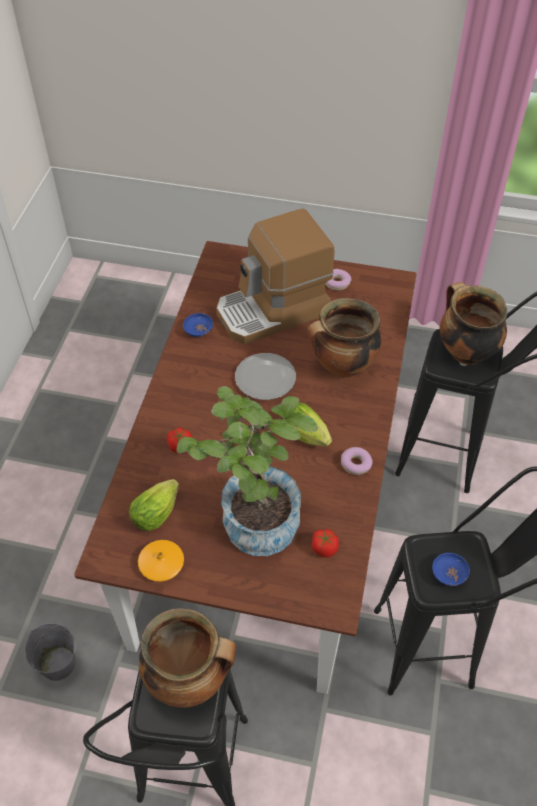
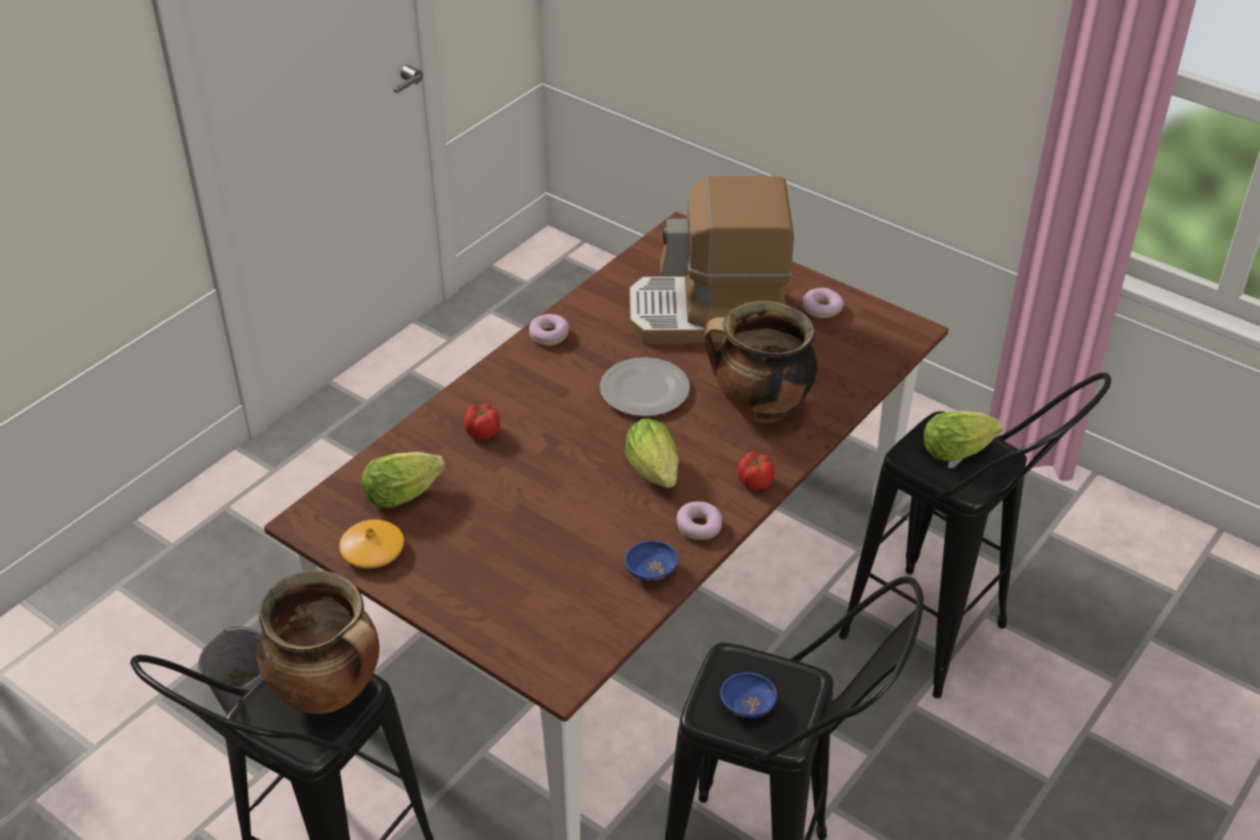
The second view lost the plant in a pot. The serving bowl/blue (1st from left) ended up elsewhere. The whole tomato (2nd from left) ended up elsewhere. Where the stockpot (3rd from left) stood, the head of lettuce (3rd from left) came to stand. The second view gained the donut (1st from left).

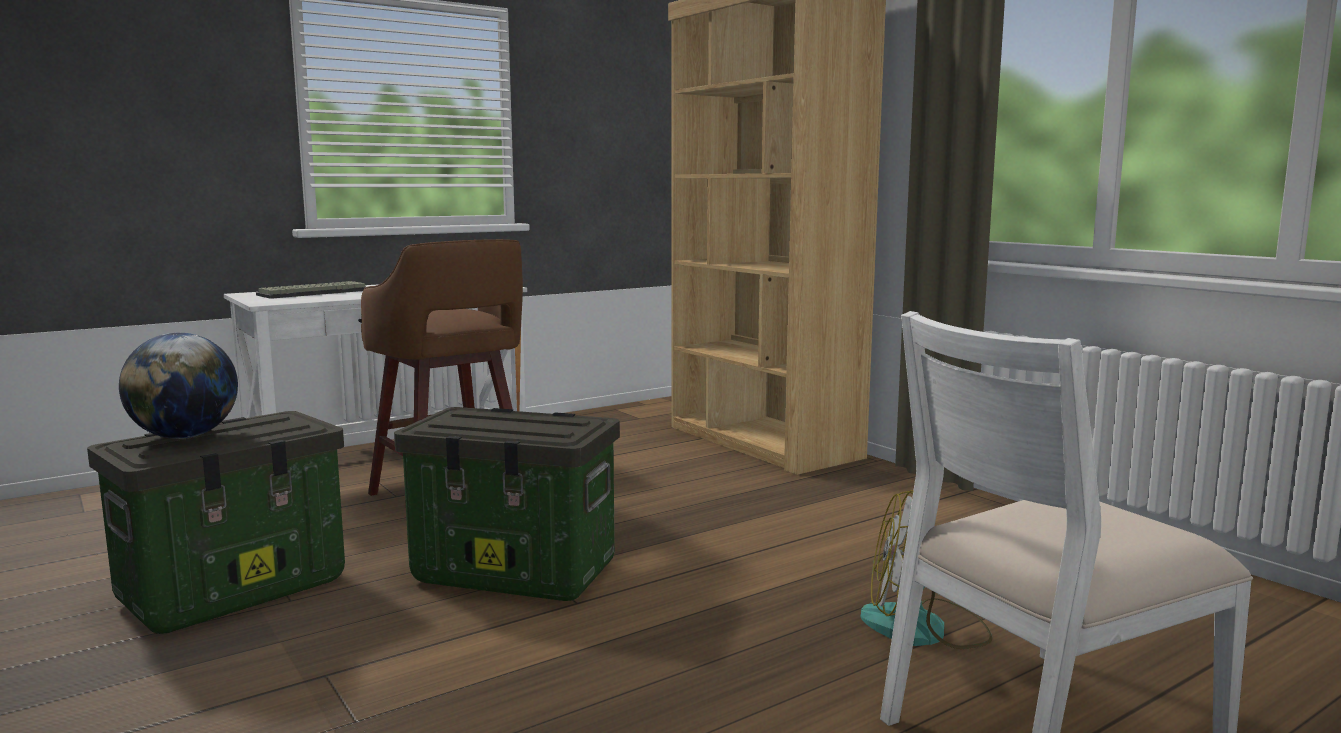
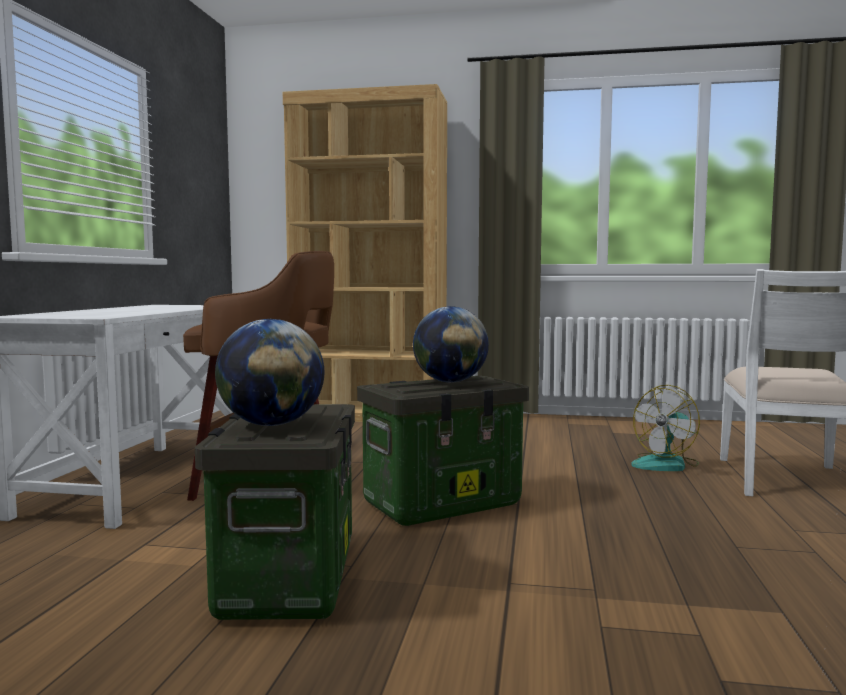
The second view lost the keyboard. The second view gained the world globe (2nd from left).

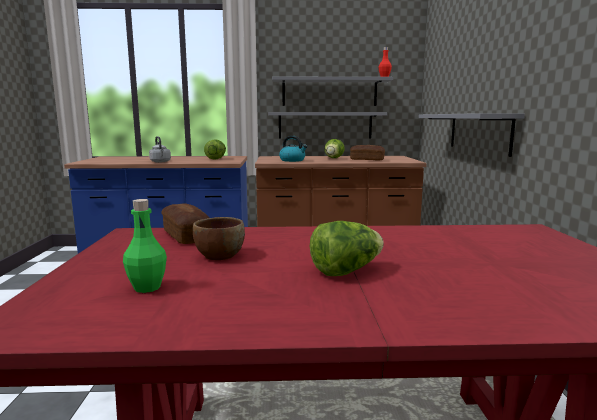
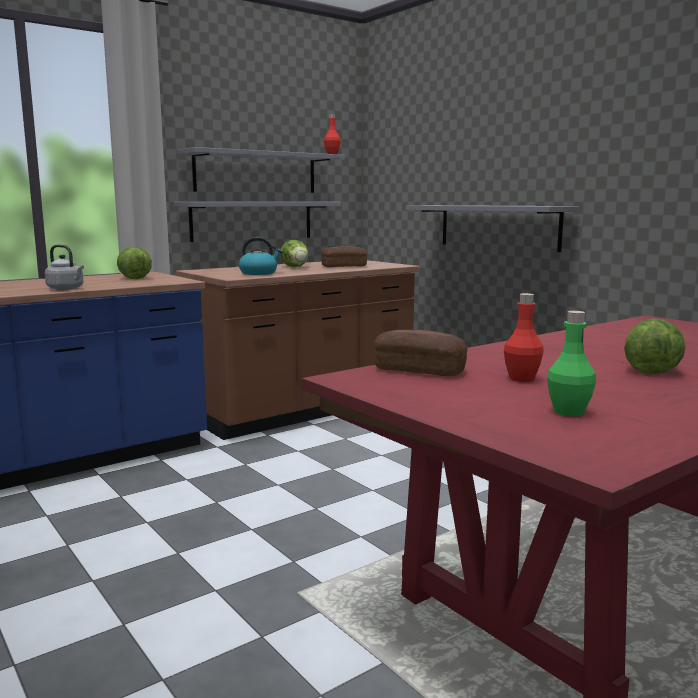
Where the serving bowl/brown-coloured stood, the beverage bottle/red (2nd from left) came to stand.

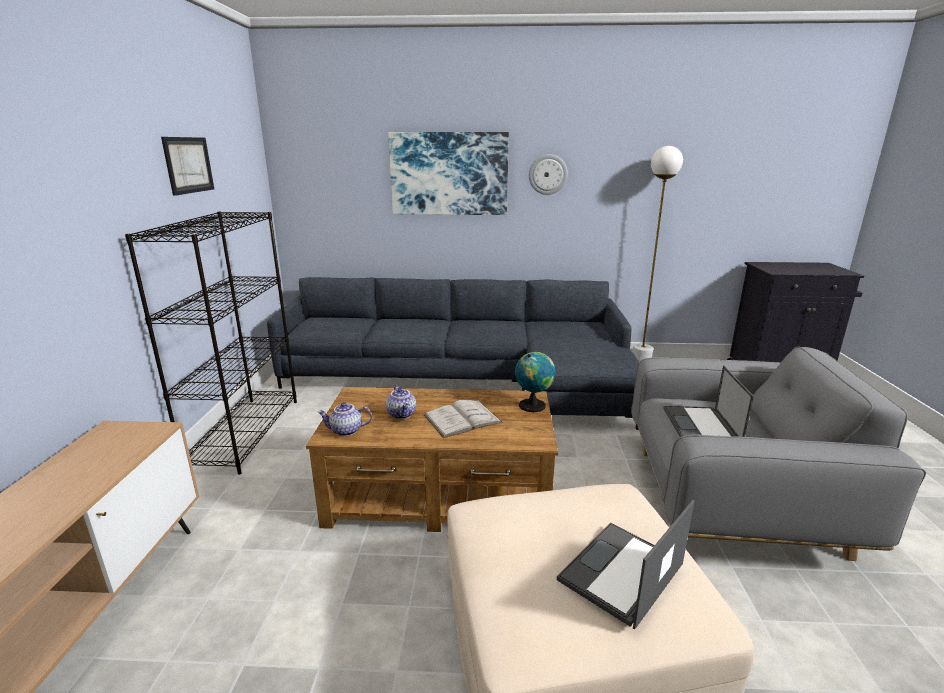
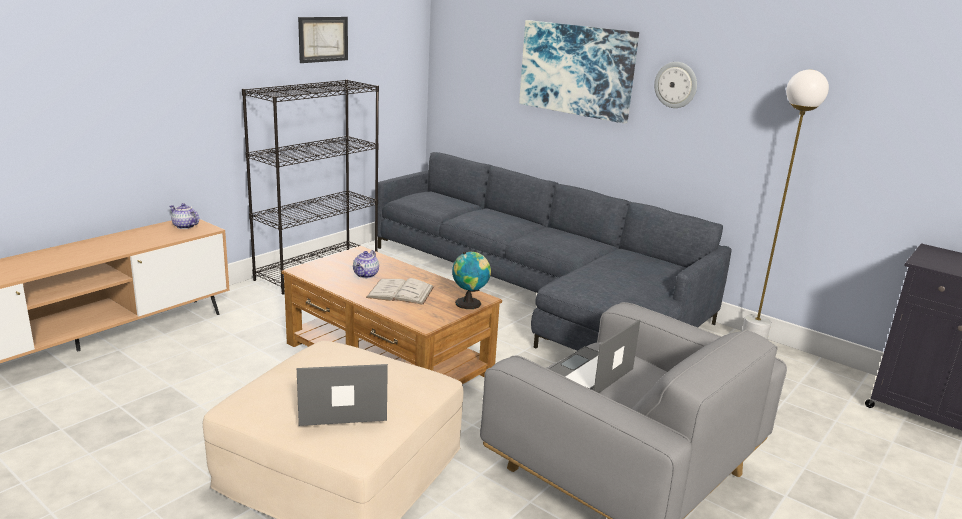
The teapot (1st from left) ended up elsewhere.

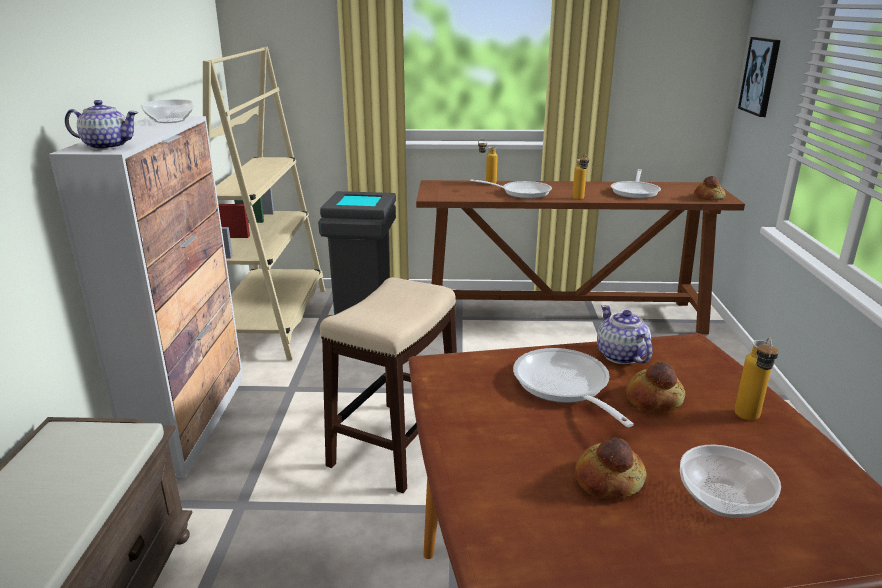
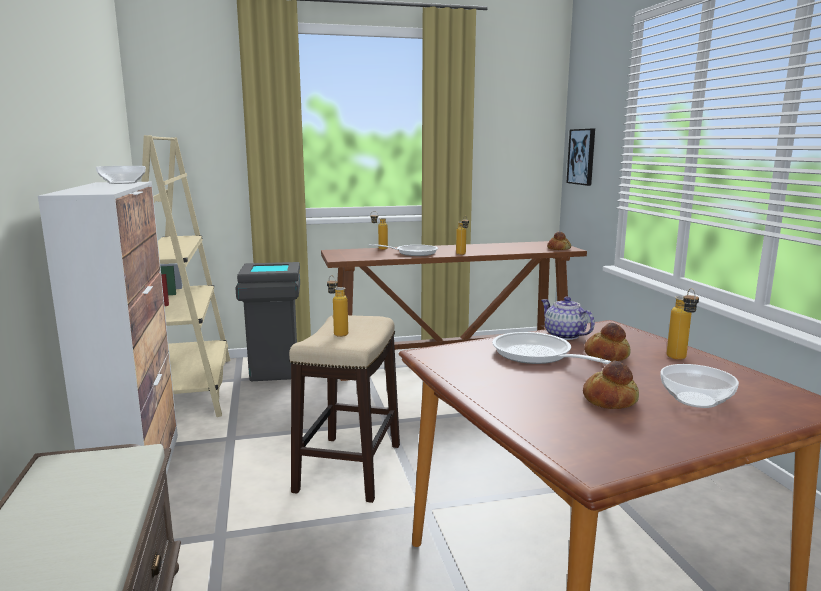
The second view lost the teapot (1st from left). The second view lost the skillet (3rd from left). The second view gained the beverage bottle (1st from left).

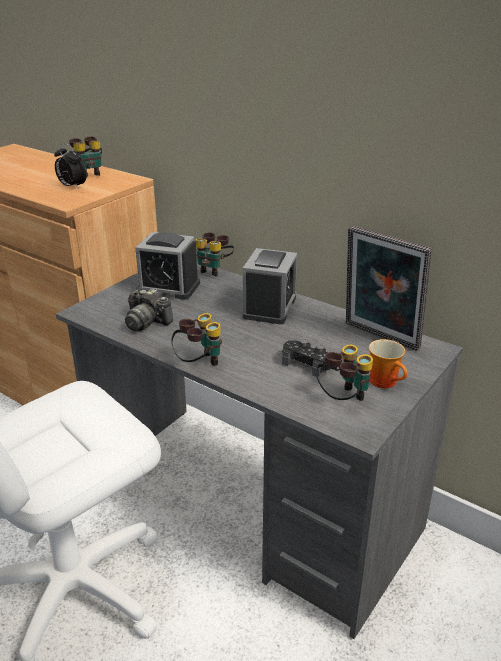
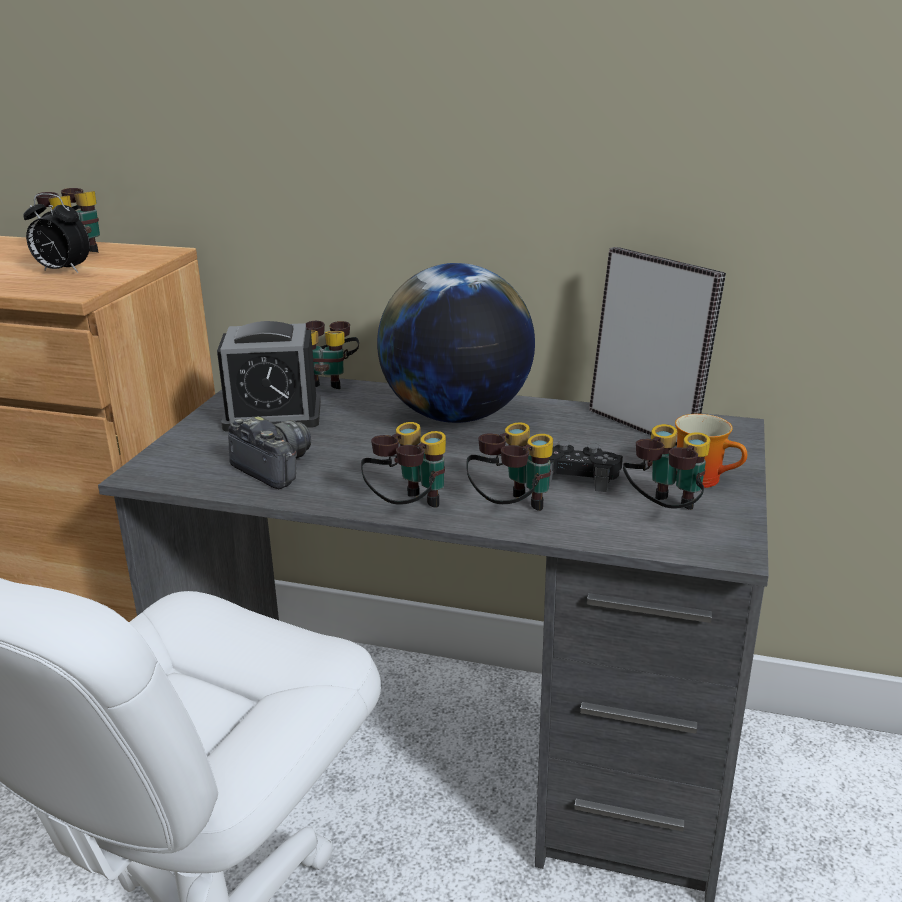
The still camera ended up facing another way, 150 degrees counterclockwise from before. Where the table clock (3rd from left) stood, the world globe came to stand. The photo frame ended up facing another way, 150 degrees counterclockwise from before. The second view gained the pair of binoculars (4th from left).

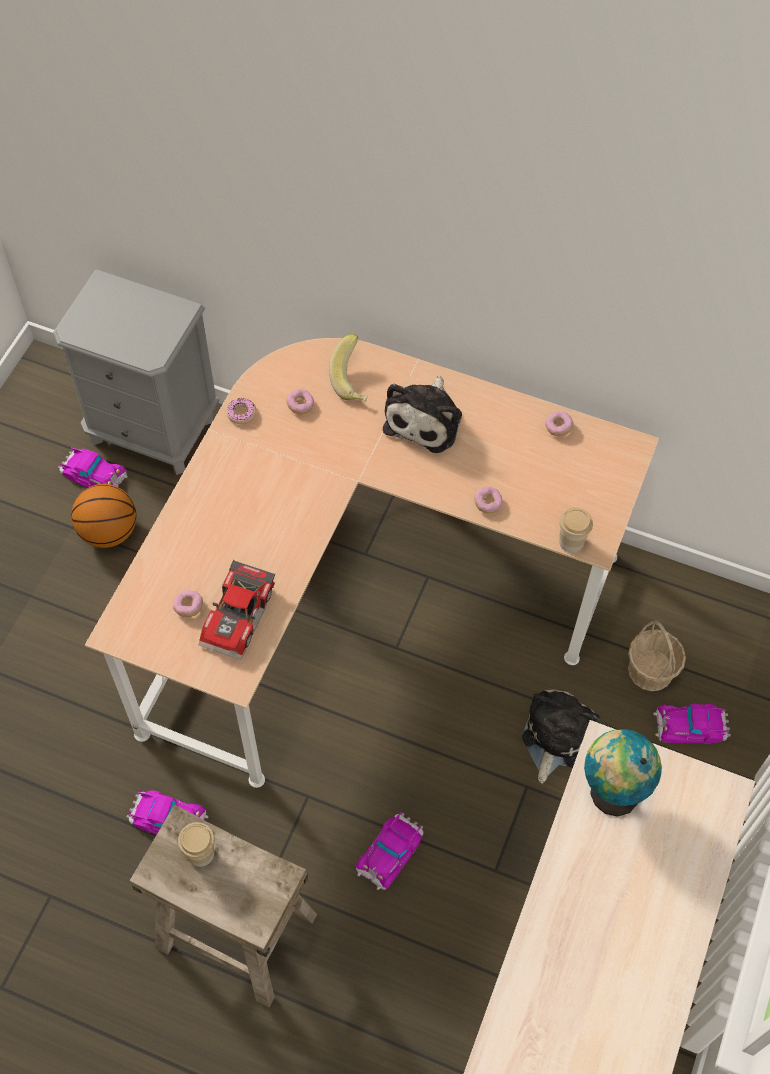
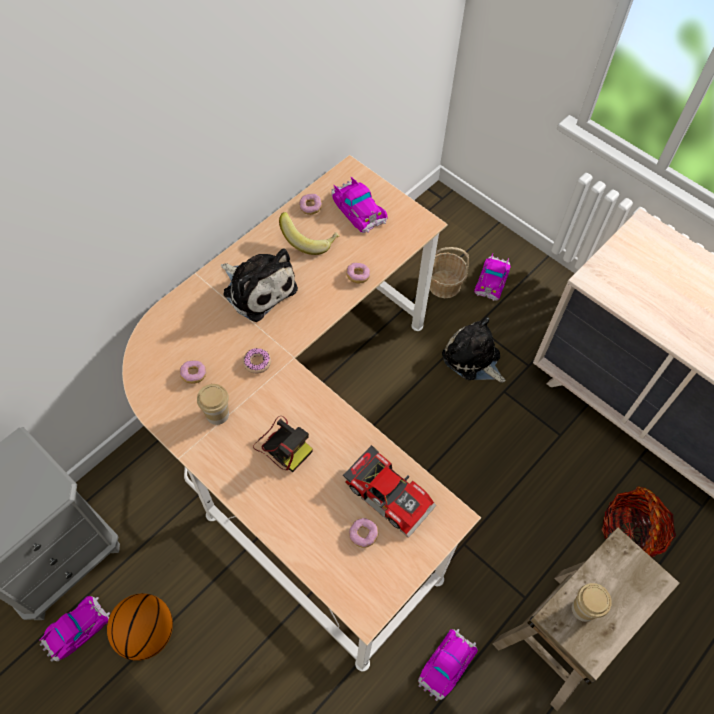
The donut (2nd from left) ended up elsewhere. The banana fruit ended up elsewhere. The model car (4th from left in the first image) ended up elsewhere. The drinking cup (2nd from left in the first image) ended up elsewhere. The second view lost the world globe. The second view gained the still camera. The second view gained the storage basket (2nd from left).

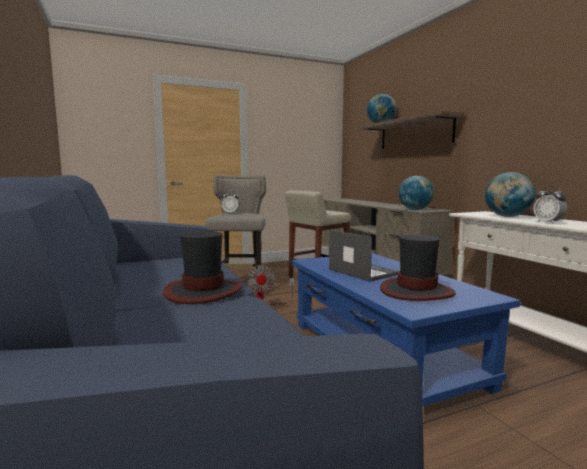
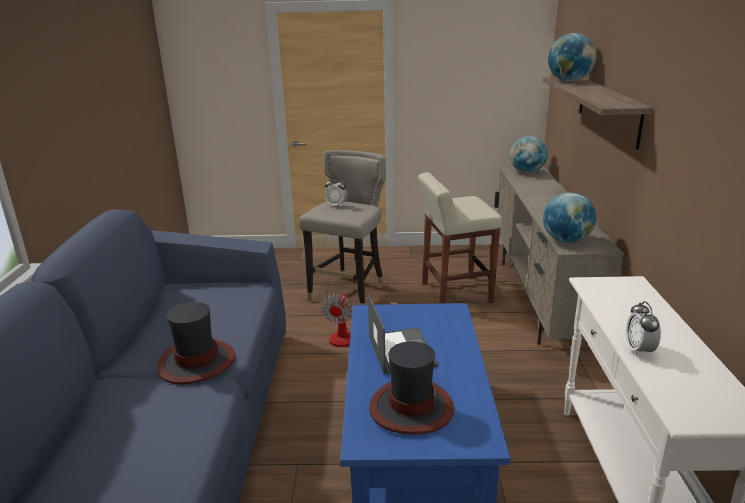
The world globe (3rd from left in the first image) ended up elsewhere.

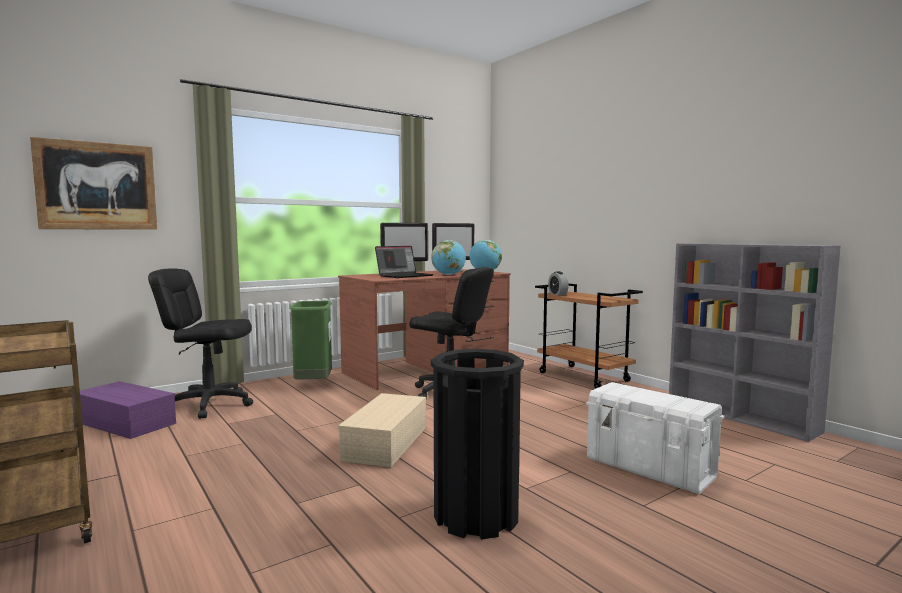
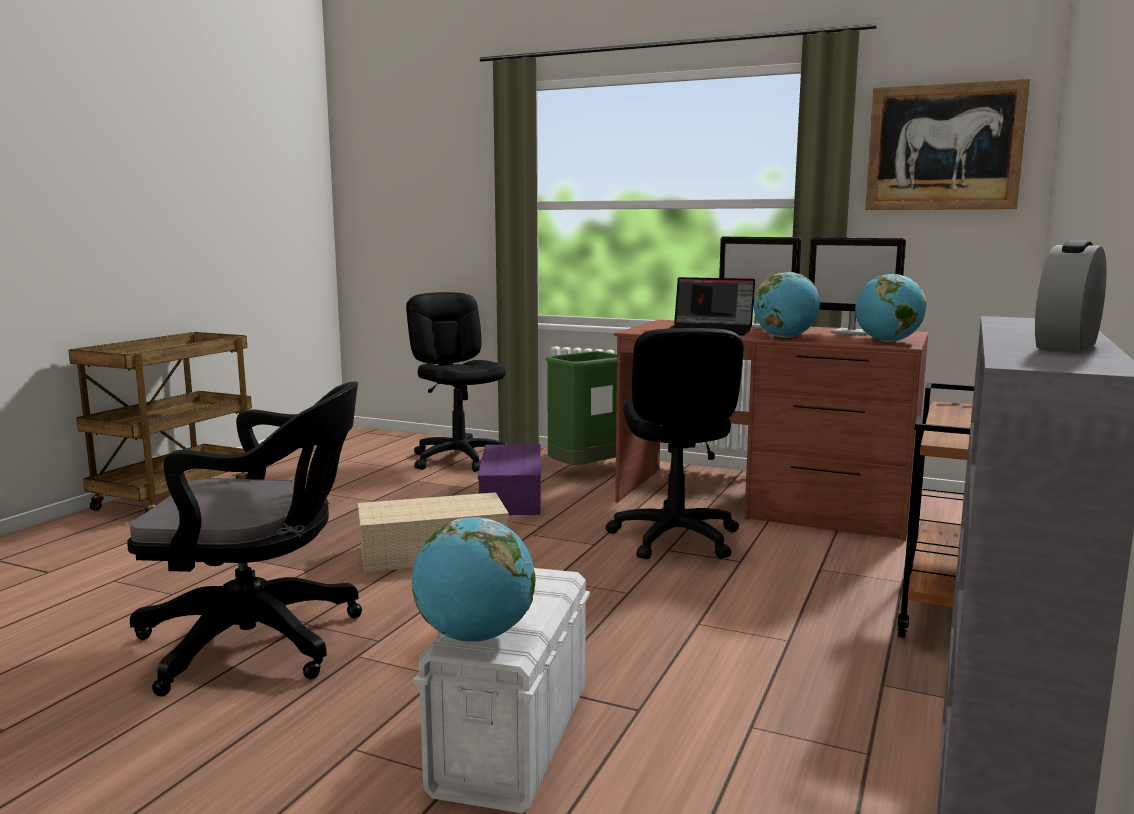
The wall picture ended up elsewhere. The storage box/purple ended up elsewhere. Where the waste bin/black-coloured stood, the computer chair/black-coloured (1st from left) came to stand. The table clock ended up elsewhere. The second view gained the world globe (1st from left).

